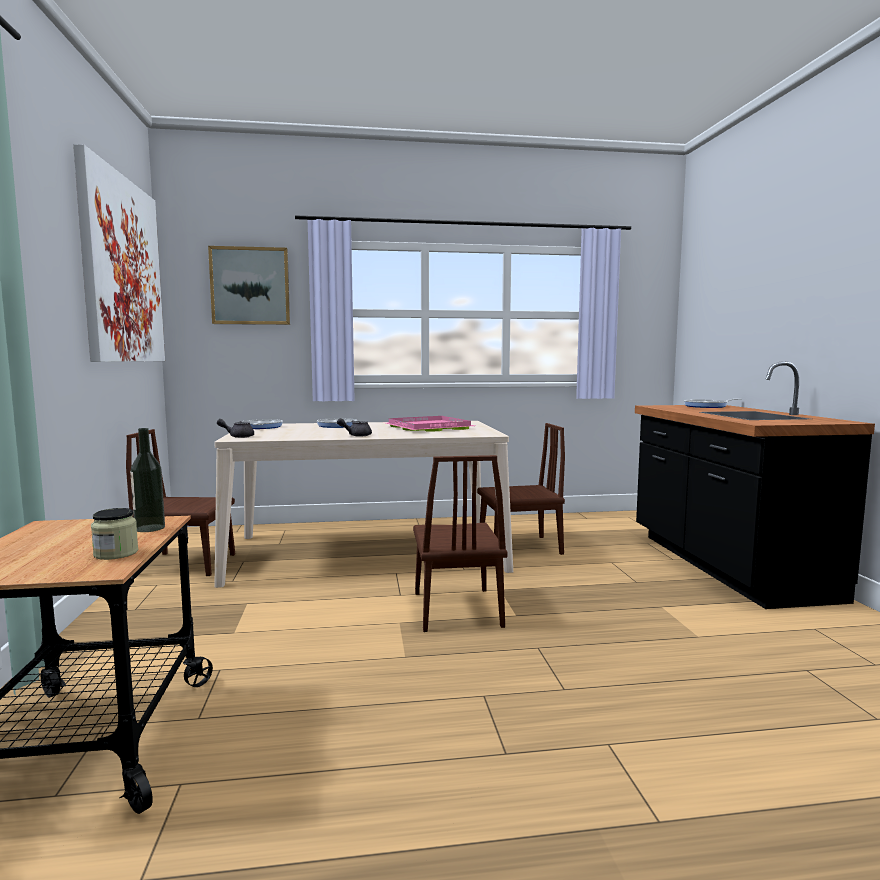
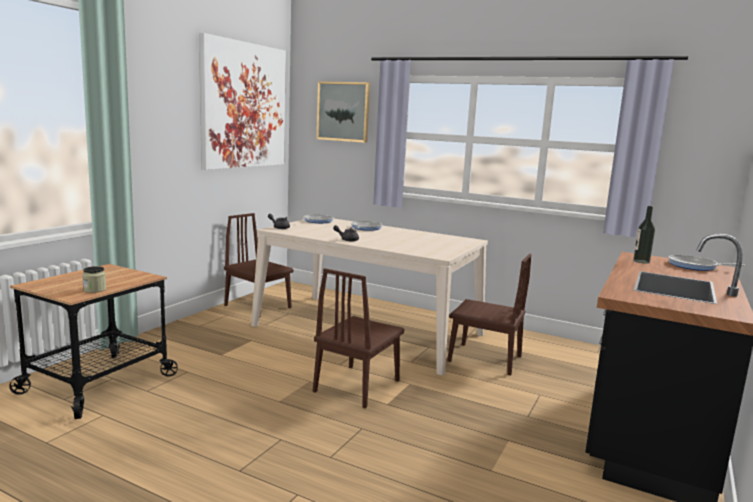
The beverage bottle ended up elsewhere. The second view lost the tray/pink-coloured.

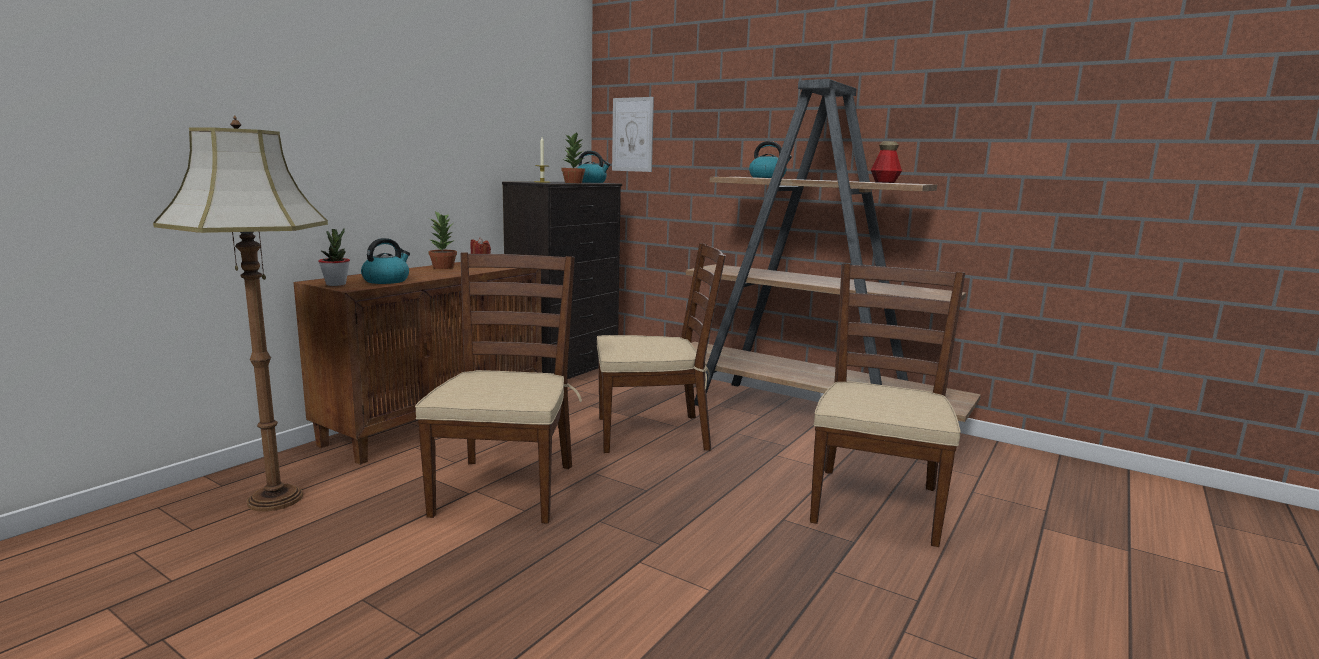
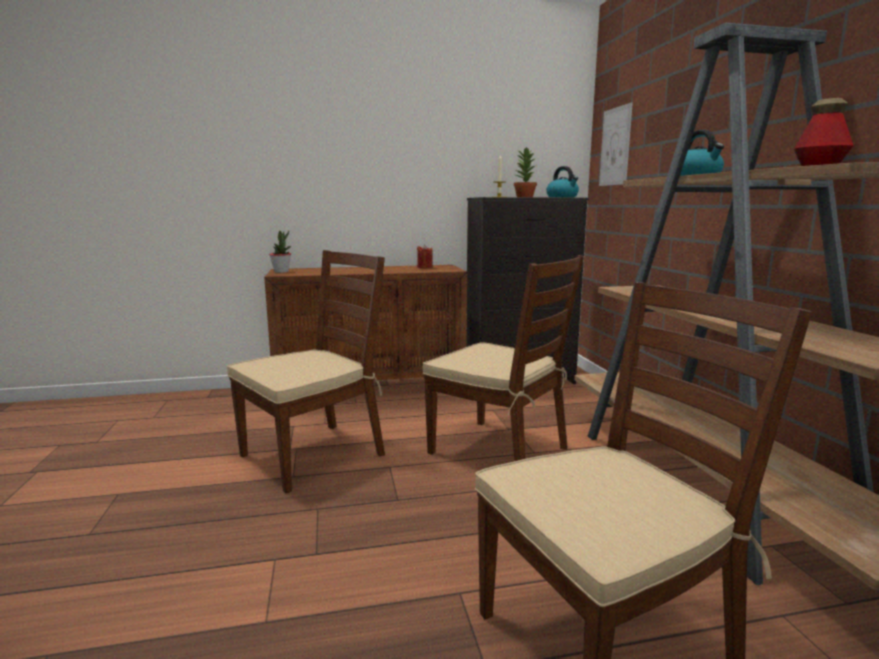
The second view lost the standing lamp. The second view lost the tea kettle (1st from left). The second view lost the plant in a pot (2nd from left).

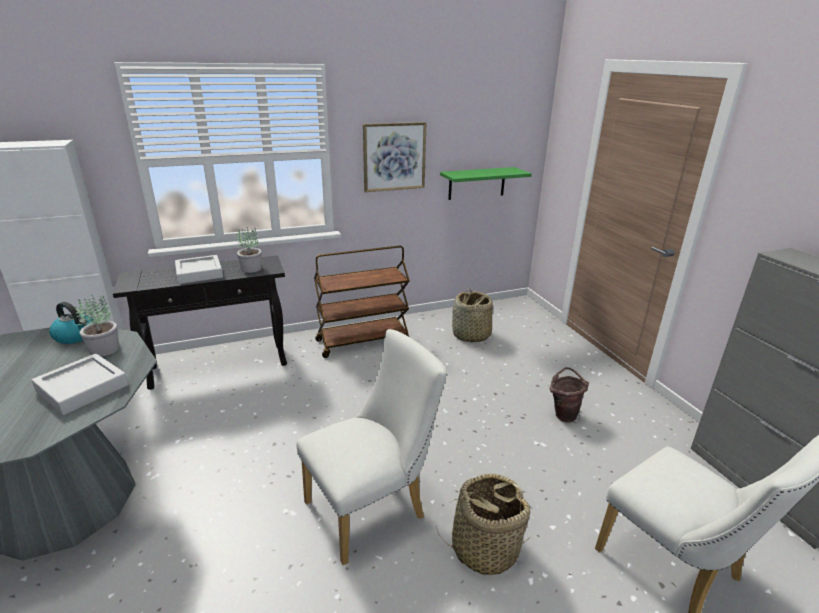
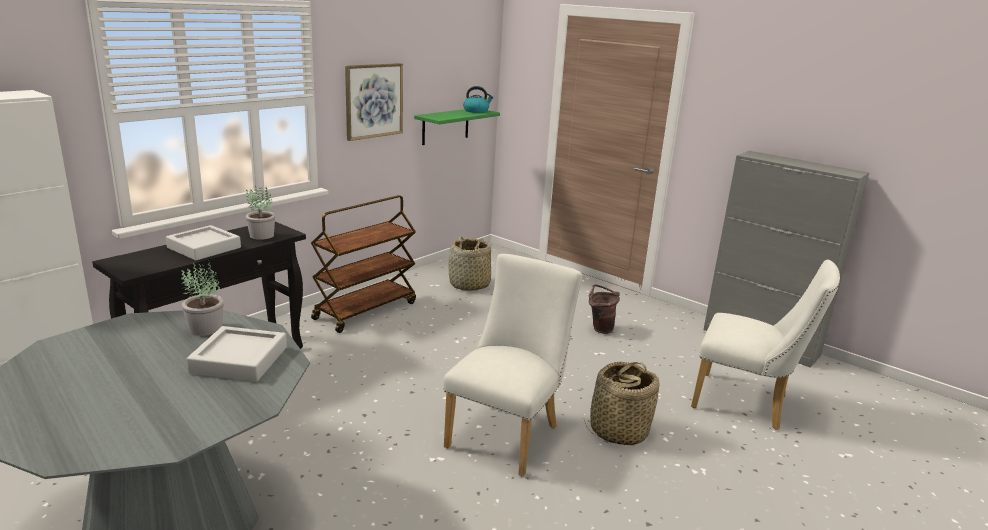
The tea kettle ended up elsewhere.

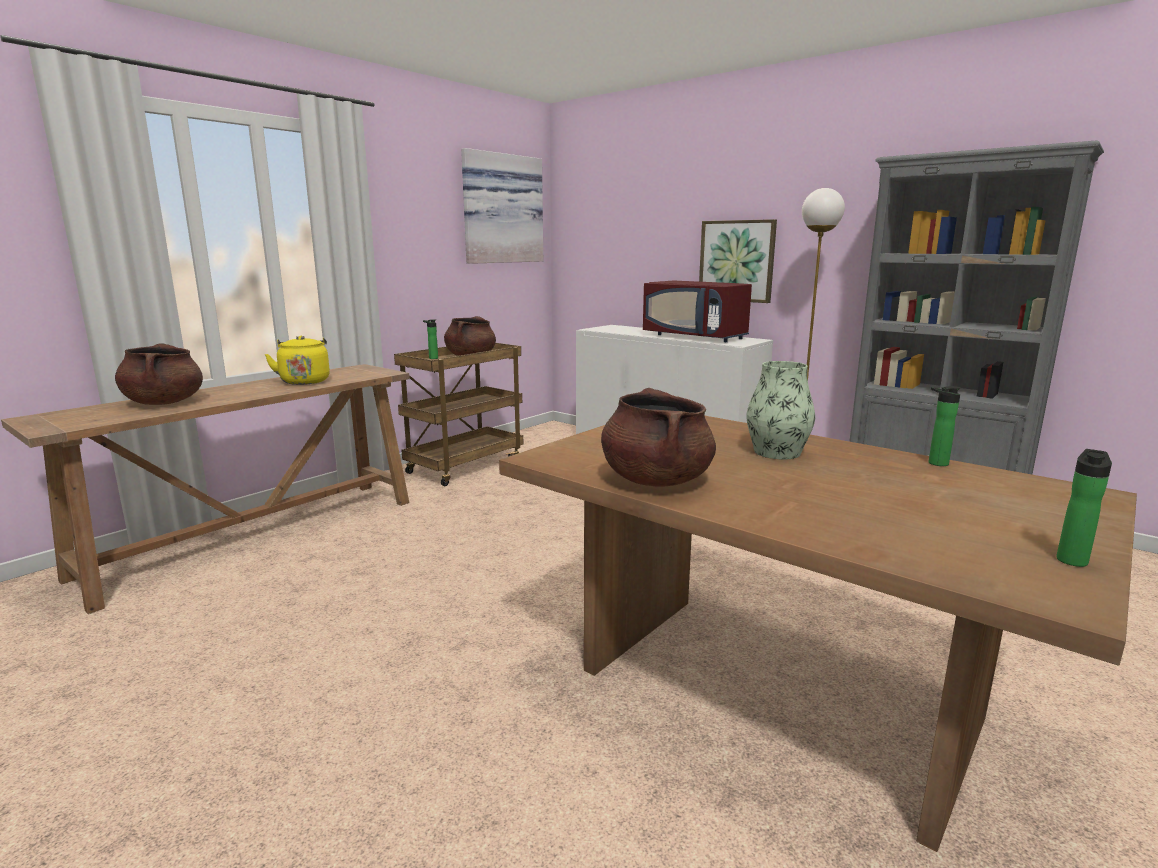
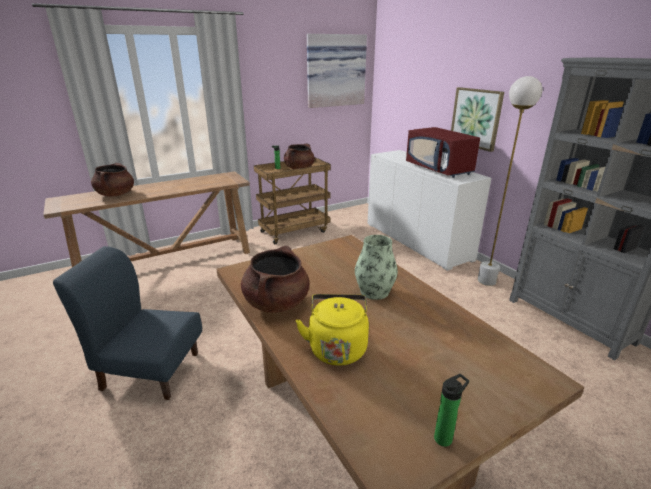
The tea kettle/yellowish ended up elsewhere. The second view lost the beverage bottle (2nd from left). The second view gained the chair/blue.

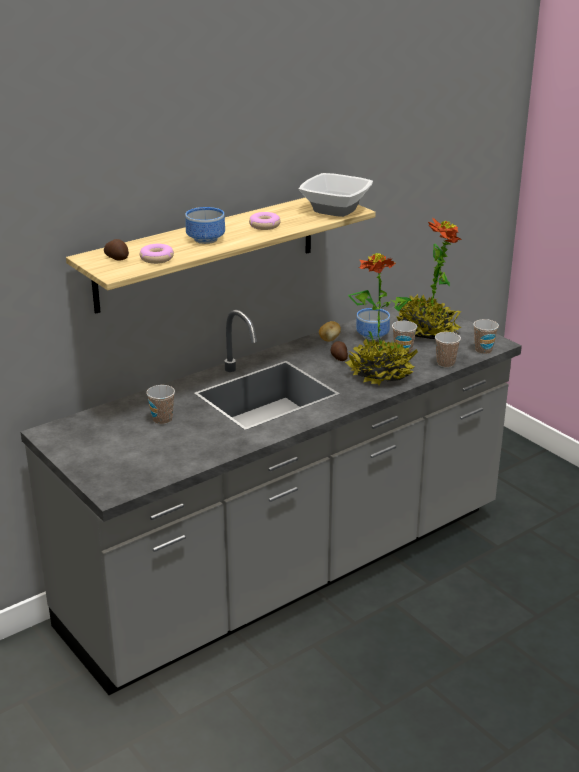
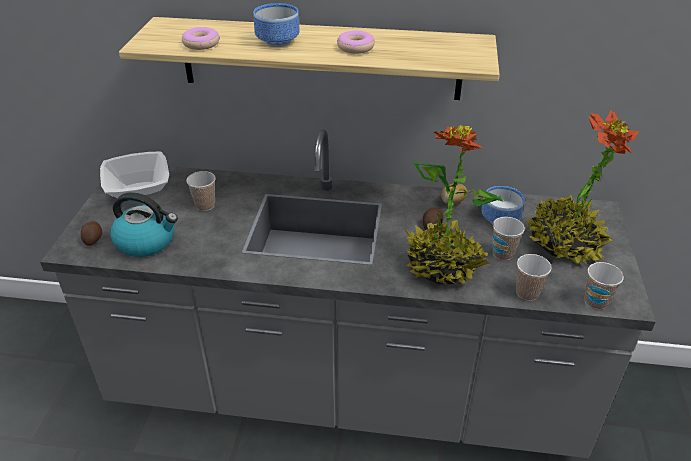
The spud (1st from left) ended up elsewhere. The serving bowl (2nd from left in the first image) ended up elsewhere. The second view gained the tea kettle.

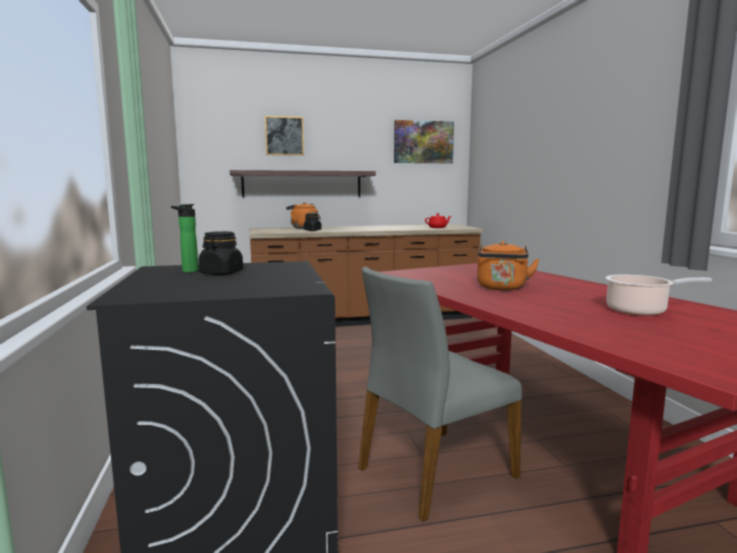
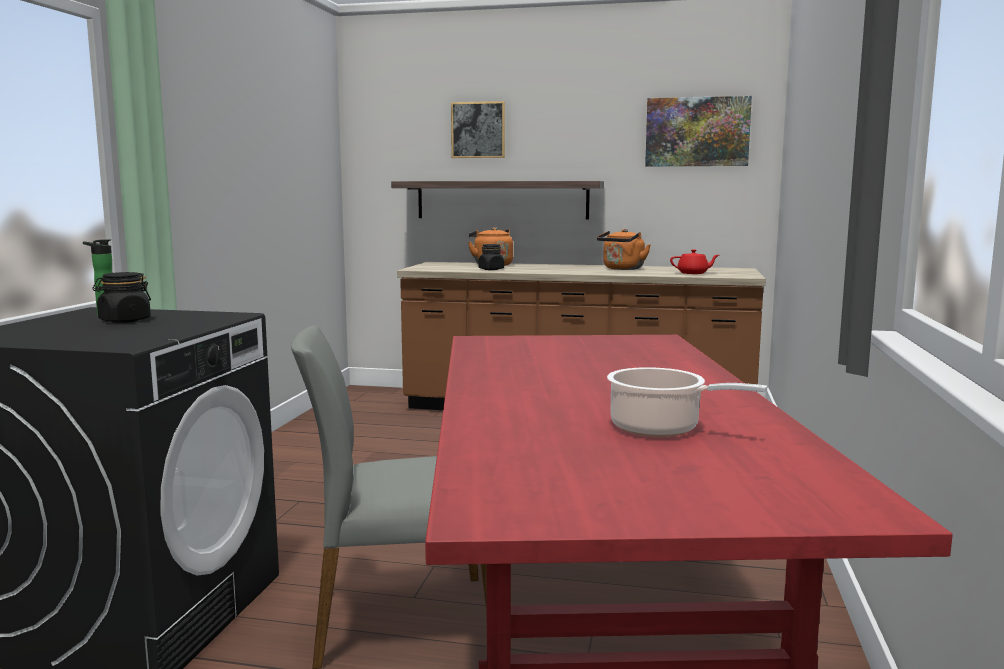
The tea kettle/orangey (2nd from left) ended up elsewhere.

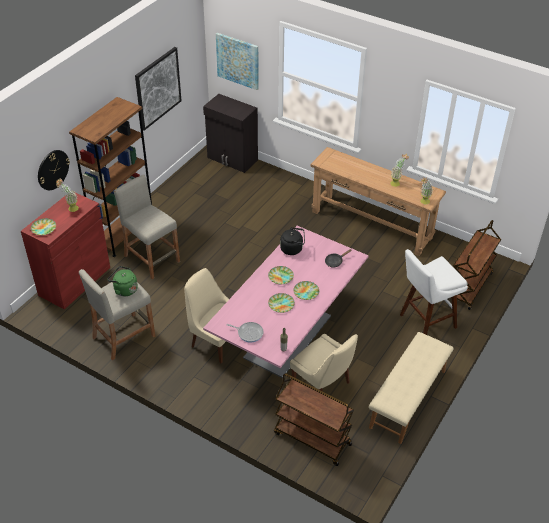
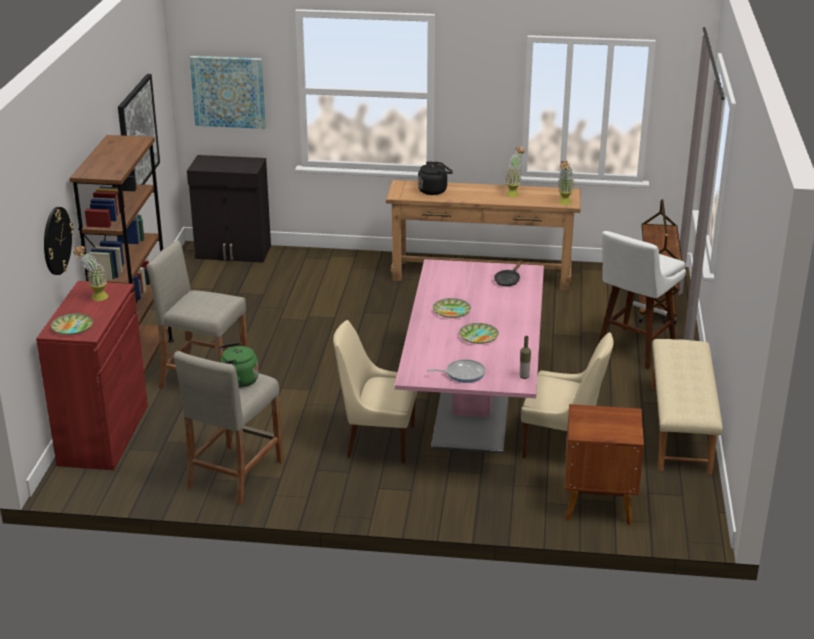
Where the trolley/brown-coloured (1st from left) stood, the night table/brown-coloured came to stand. The tea kettle/black-coloured ended up elsewhere. The second view lost the flat dish (4th from left).

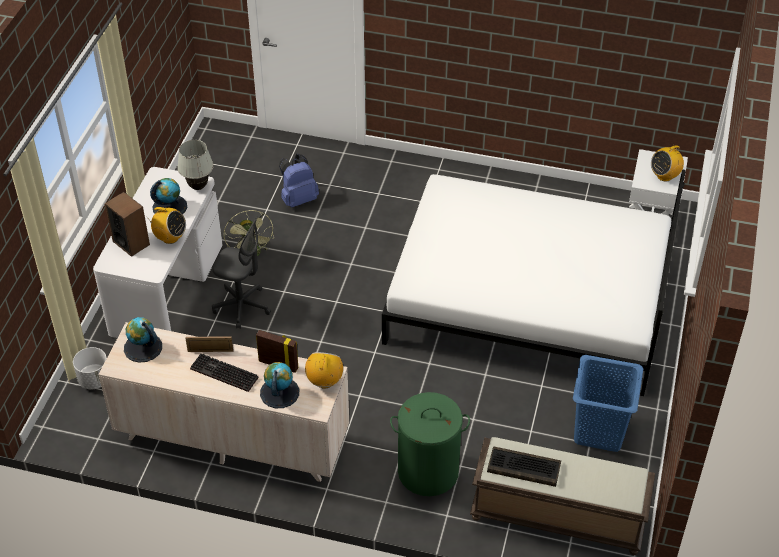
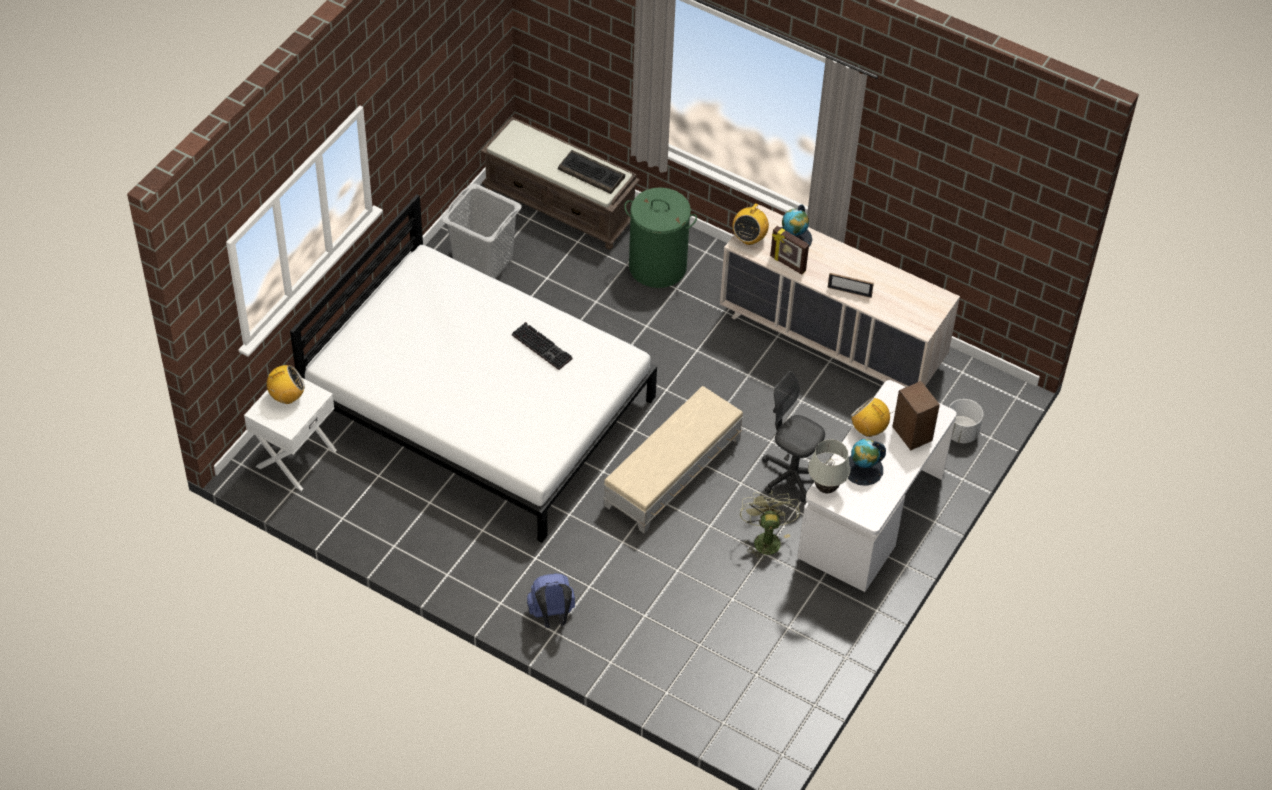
The second view lost the world globe (1st from left). The keyboard (1st from left) ended up elsewhere. The backpack/blue ended up elsewhere. What was the washing basket/blue turned into the washing basket/grey. The second view gained the pouffe/sand-coloured.

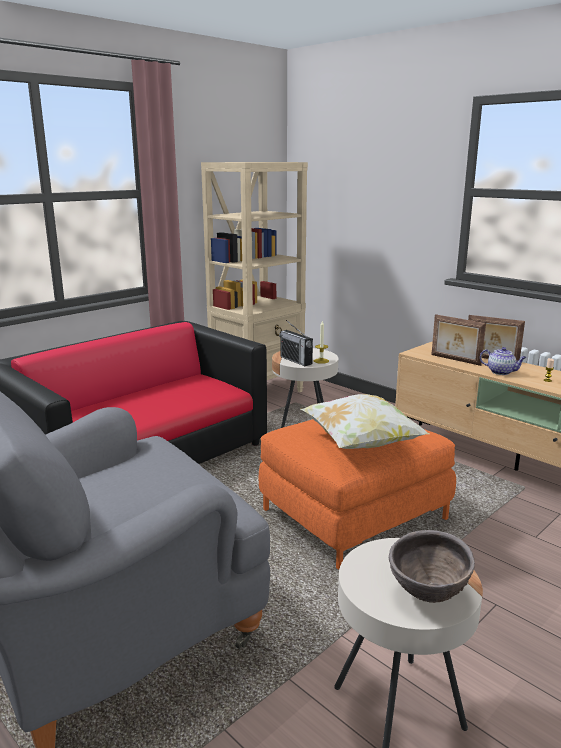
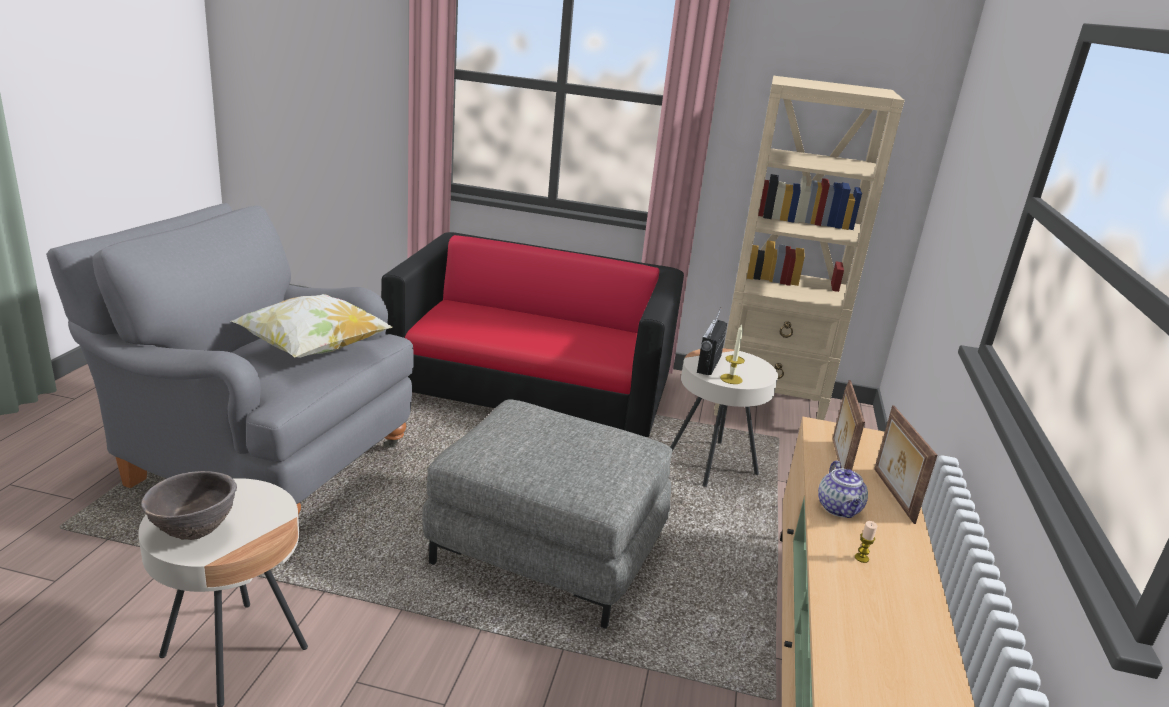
What was the pouffe/orangey turned into the pouffe/grey. The cushion ended up elsewhere.

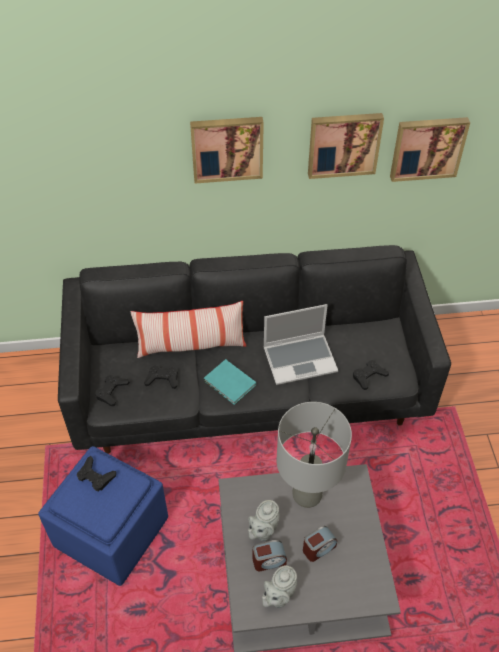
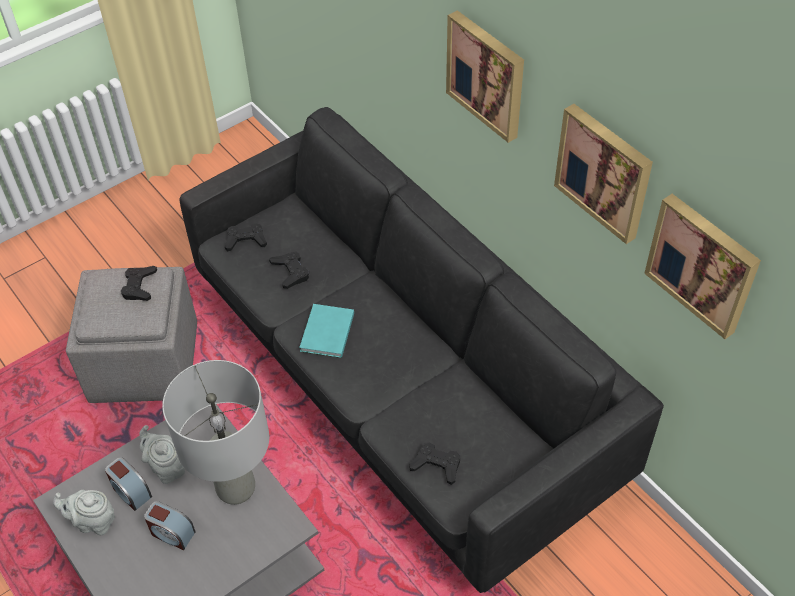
What was the pouffe/blue turned into the pouffe/grey. The second view lost the cushion. The teapot/grey (1st from left in the first image) ended up facing another way, 45 degrees clockwise from before. The second view lost the notebook computer.

